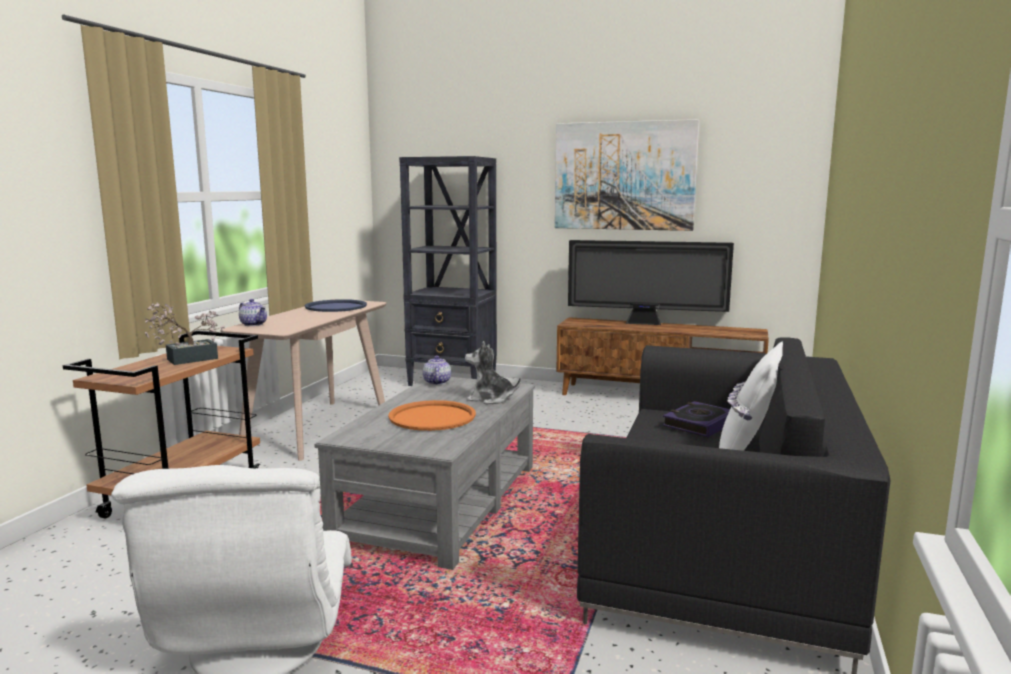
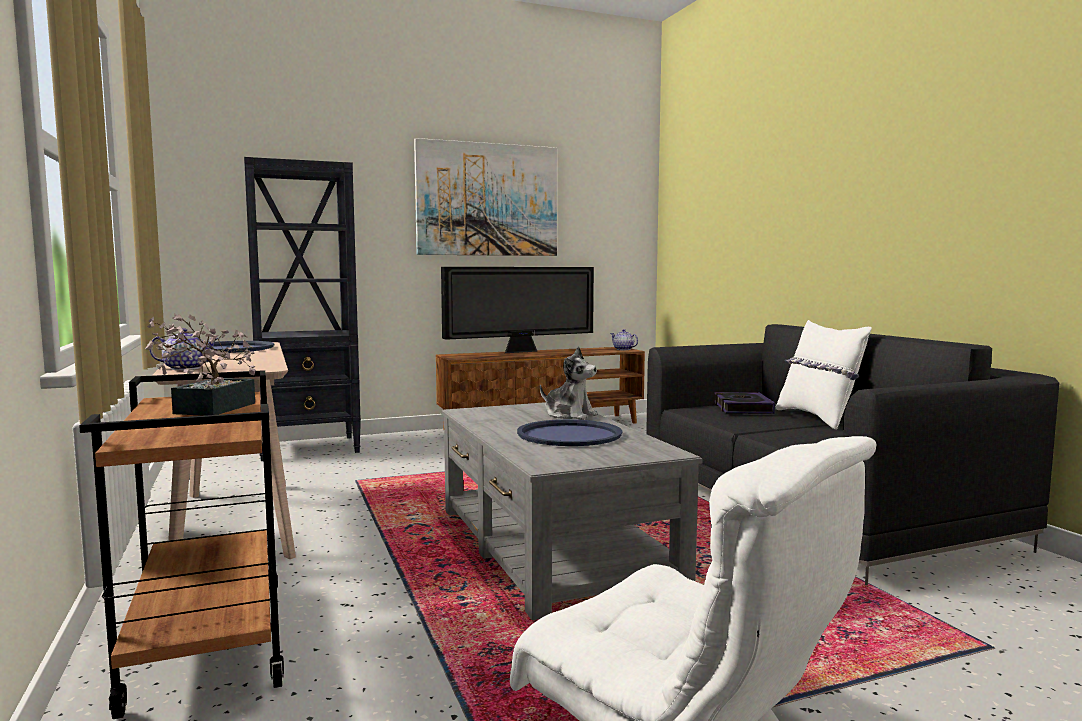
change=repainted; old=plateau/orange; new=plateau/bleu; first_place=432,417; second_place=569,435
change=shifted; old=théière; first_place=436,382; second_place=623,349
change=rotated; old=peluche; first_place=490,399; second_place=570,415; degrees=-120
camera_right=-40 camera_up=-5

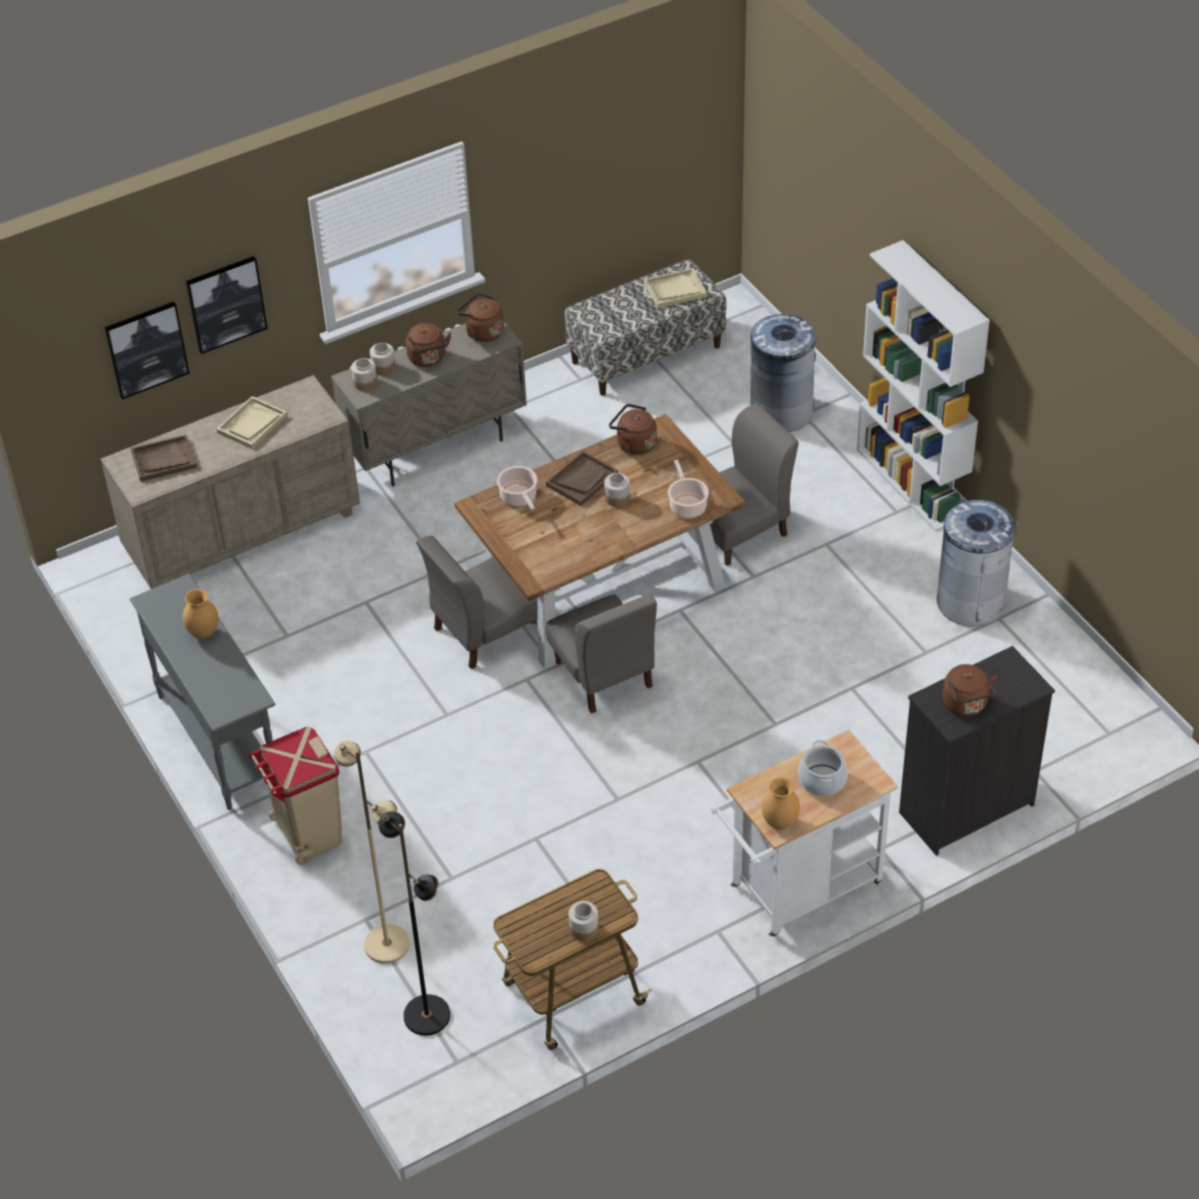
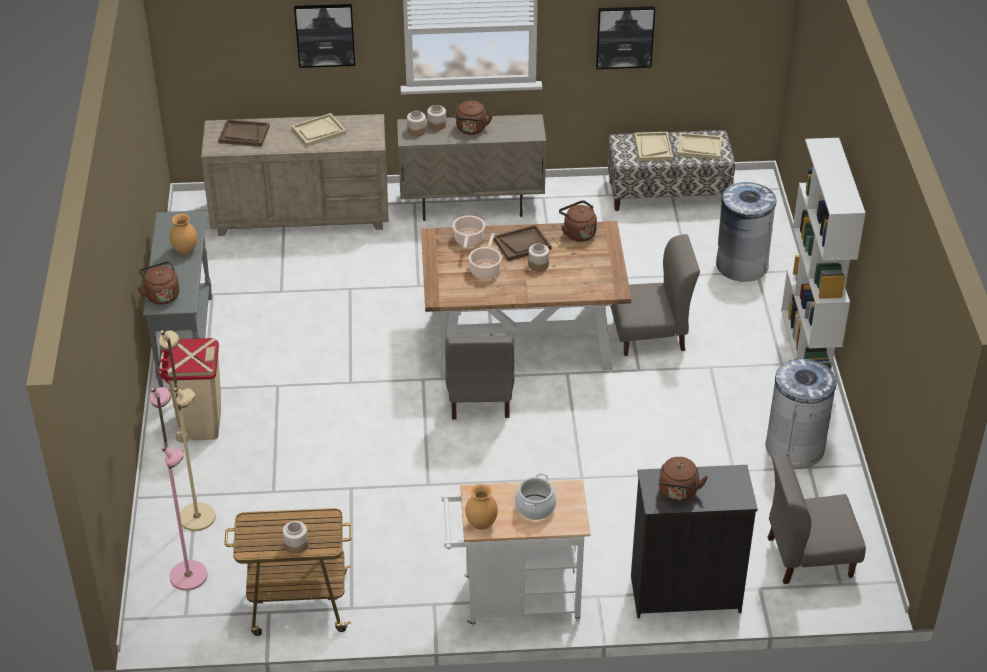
change=shifted; old=tableau; first_place=146,349; second_place=624,36
change=repainted; old=lampadaire/noir; new=lampadaire/rose; first_place=427,1015; second_place=189,575
change=shifted; old=chaise/gris; first_place=484,632; second_place=808,556
change=shifted; old=bouilloire/marron; first_place=482,332; second_place=161,295
change=shifted; old=marmite; first_place=687,505; second_place=485,269
change=new; new=plateau/beige; second_place=653,147
camera_right=25 camera_up=-5

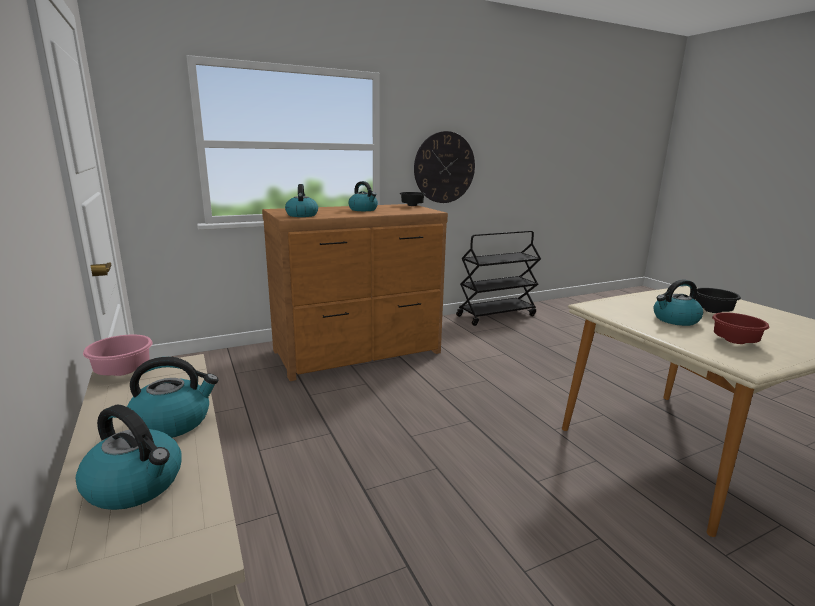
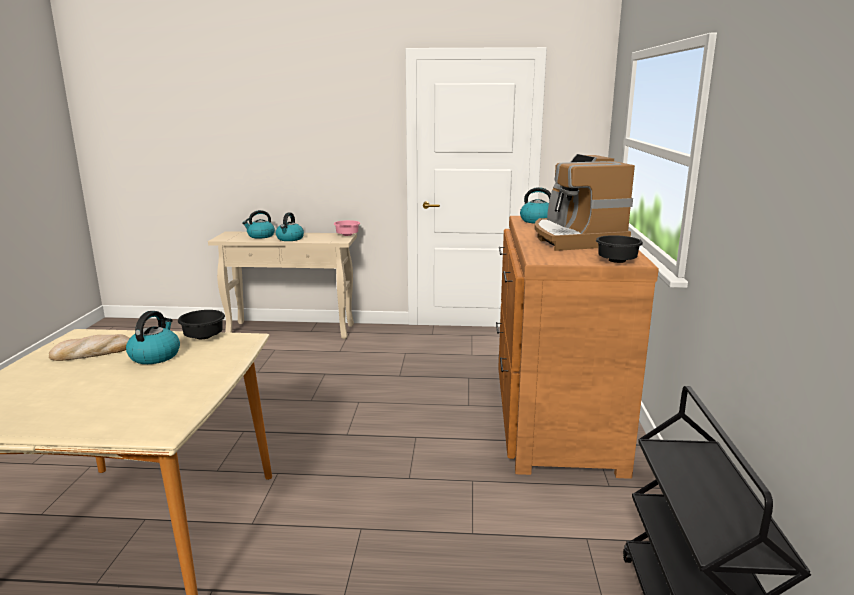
change=swapped; old=bouilloire; new=machine à café; first_place=363,210; second_place=575,239
change=gone; old=horloge murale; first_place=444,167
change=shifted; old=bol/noir; first_place=712,312; second_place=204,336
change=swapped; old=bol/rouge; new=pain; first_place=734,342; second_place=92,352
camera_right=120 camera_up=0

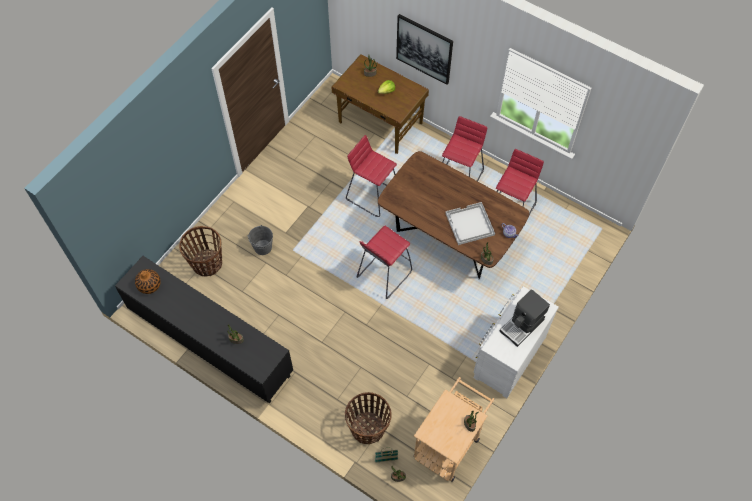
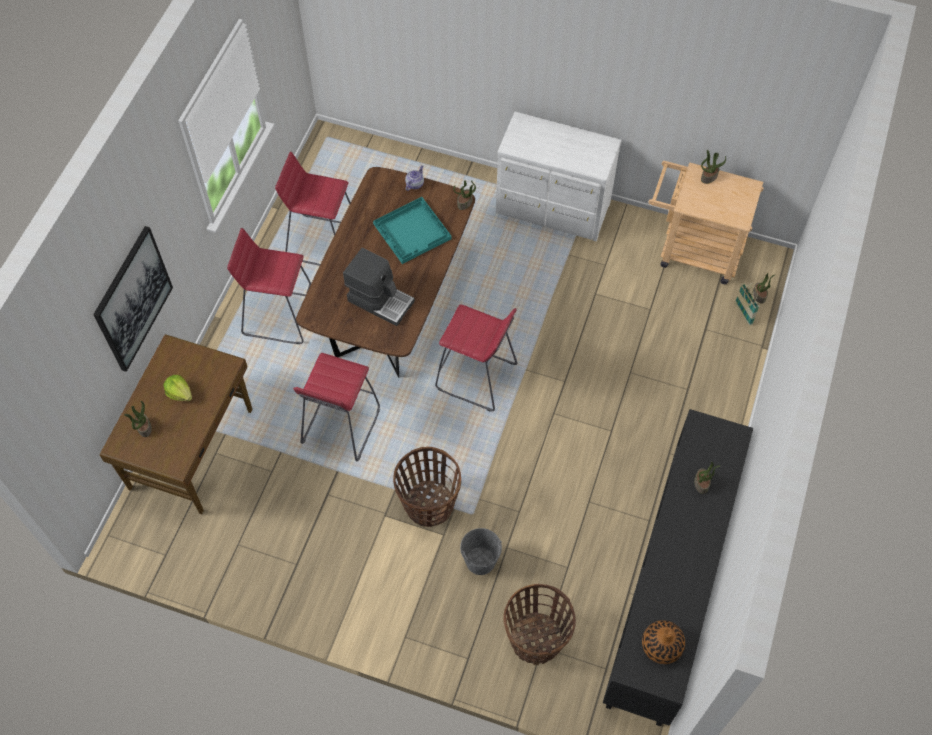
change=shifted; old=panier; first_place=368,428; second_place=428,504
change=repainted; old=plateau/blanc; new=plateau/turquoise; first_place=469,224; second_place=413,231
change=shifted; old=machine à café; first_place=522,325; second_place=380,300
camera_right=-105 camera_up=0

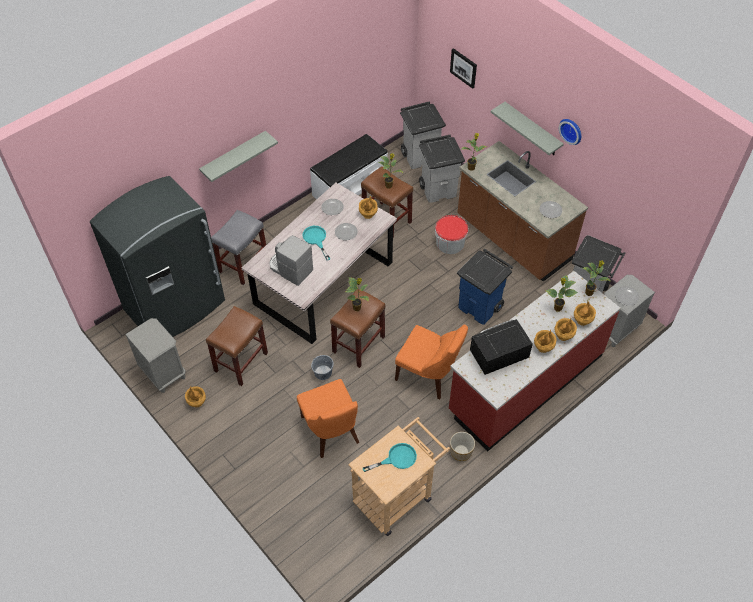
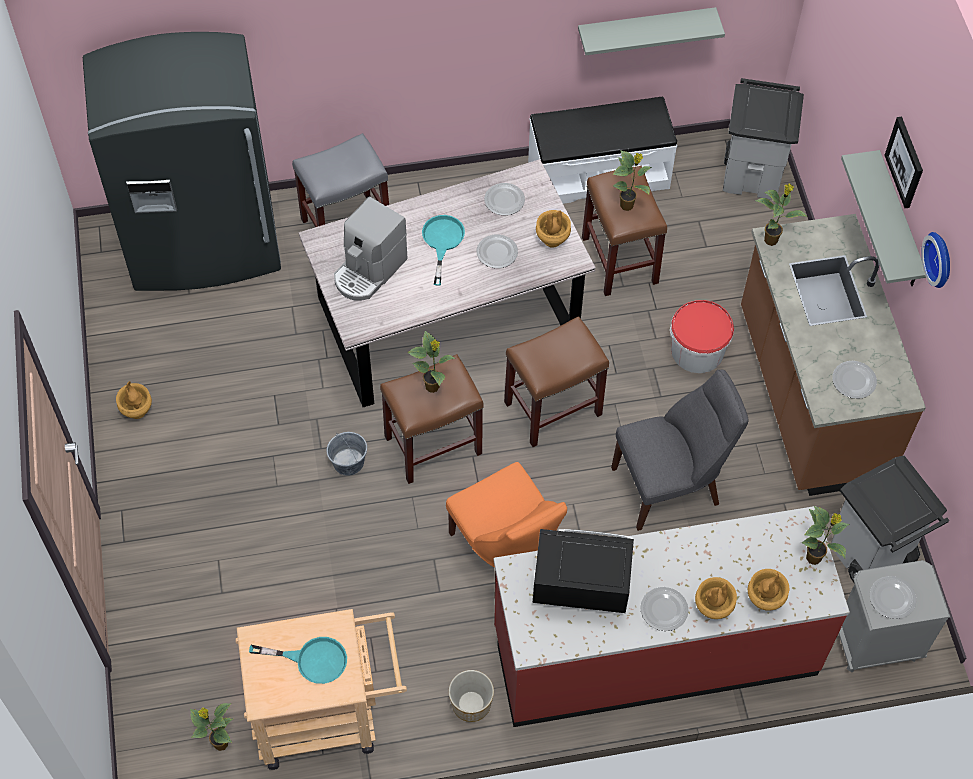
change=gone; old=table de chevet/gris; first_place=163,373
change=shifted; old=étagère/gris; first_place=234,157; second_place=645,29
change=shifted; old=tabouret/marron; first_place=241,362; second_place=552,409
change=rotated; old=machine à café; first_place=290,269; second_place=369,271; degrees=-120
change=gone; old=chaise/orange; first_place=331,432
change=gone; old=poubelle/gris; first_place=438,190
change=shifted; old=tableau; first_place=464,68; second_place=905,162
change=swapped; old=poubelle/bleu; new=chaise/gris; first_place=480,307; second_place=670,485
change=swapped; old=vase/marron; new=assiette; first_place=543,348; second_place=663,610
change=shifted; old=plante en pot; first_place=557,308; second_place=219,743
camera_right=30 camera_up=5

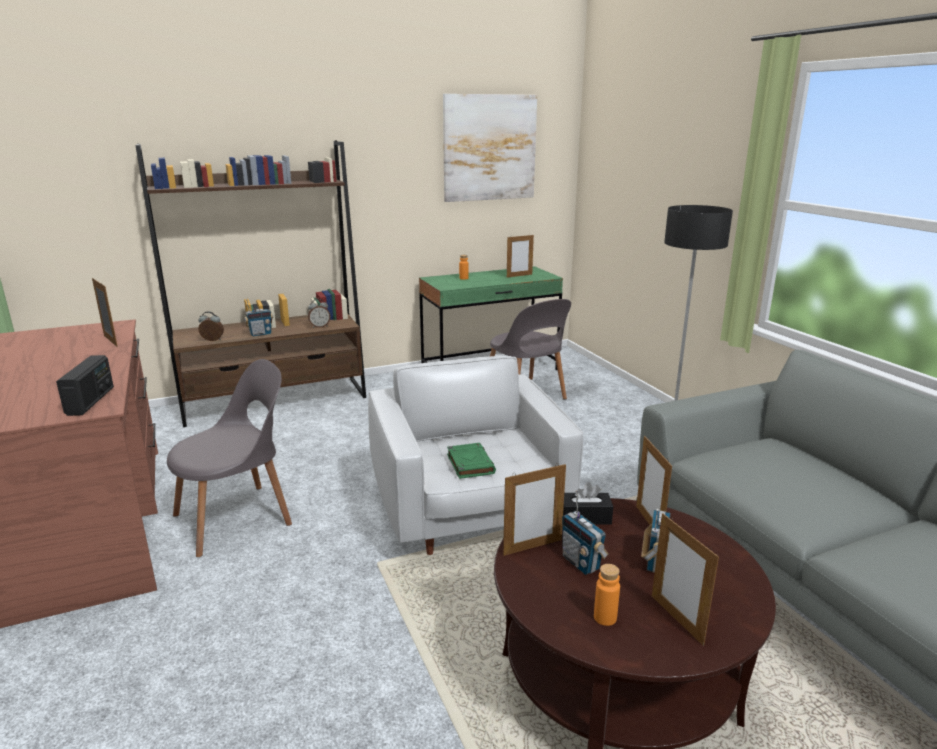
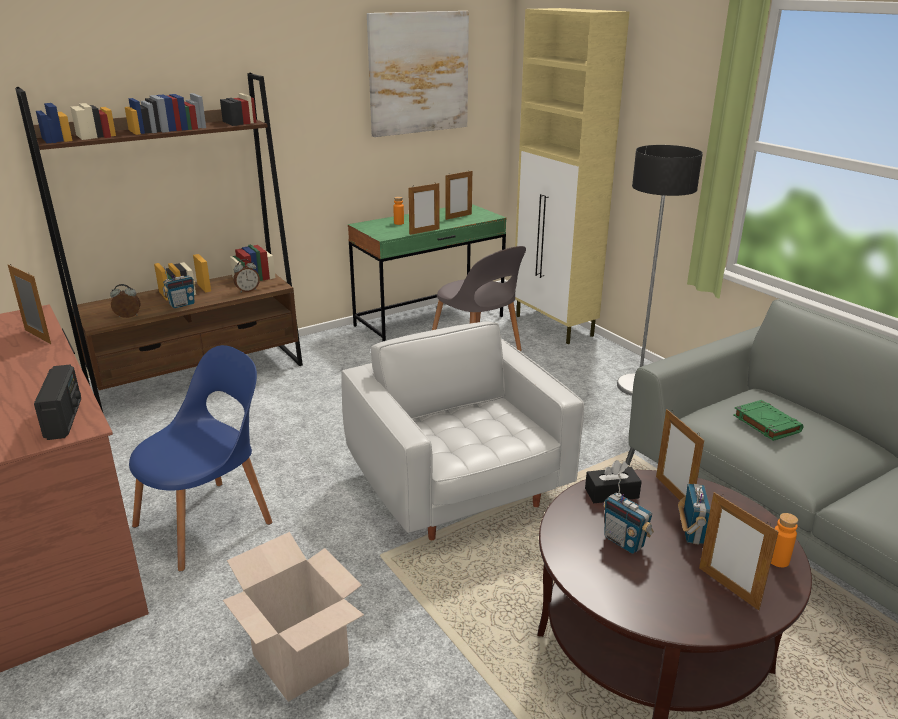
change=repainted; old=chaise/gris; new=chaise/bleu; first_place=238,518; second_place=208,521
change=shifted; old=livre/vert; first_place=470,464; second_place=765,423
change=shifted; old=cadre photo; first_place=532,547; second_place=424,231
change=shifted; old=bouteille/orange; first_place=605,617; second_place=778,560
change=new; new=carton; second_place=300,660
change=new; new=meuble de rangement/beige; second_place=554,326
camera_right=-10 camera_up=5

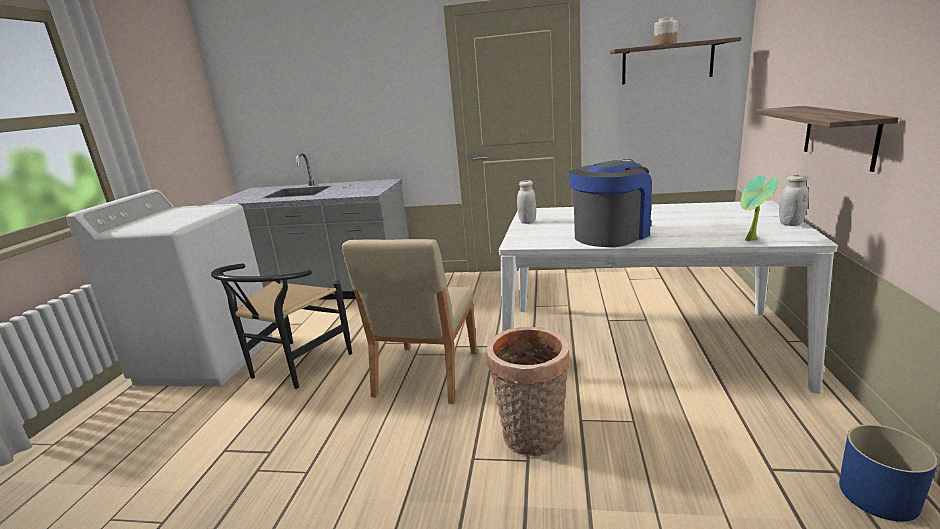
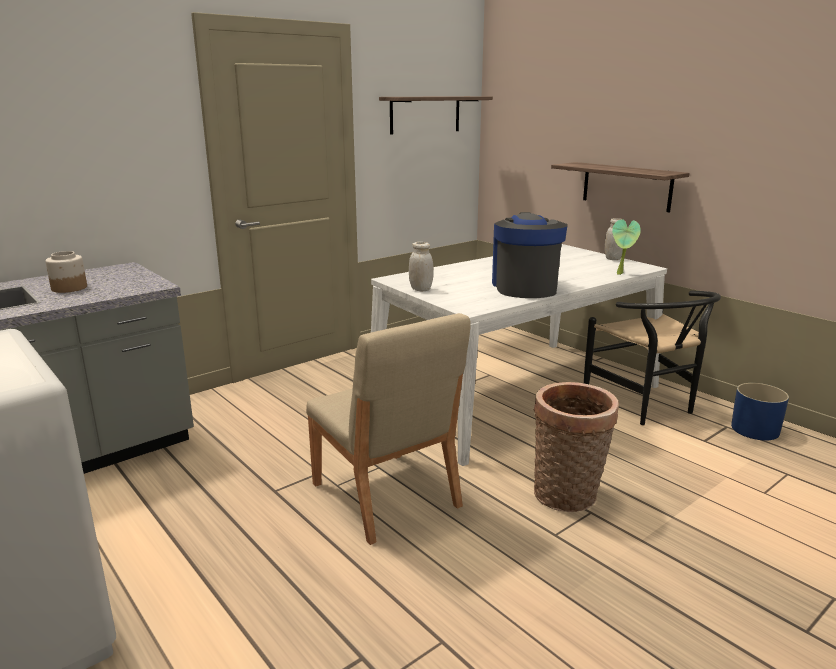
change=shifted; old=chaise/noir; first_place=293,368; second_place=646,406
change=shifted; old=bocal; first_place=664,44; second_place=69,288
camera_right=-50 camera_up=0

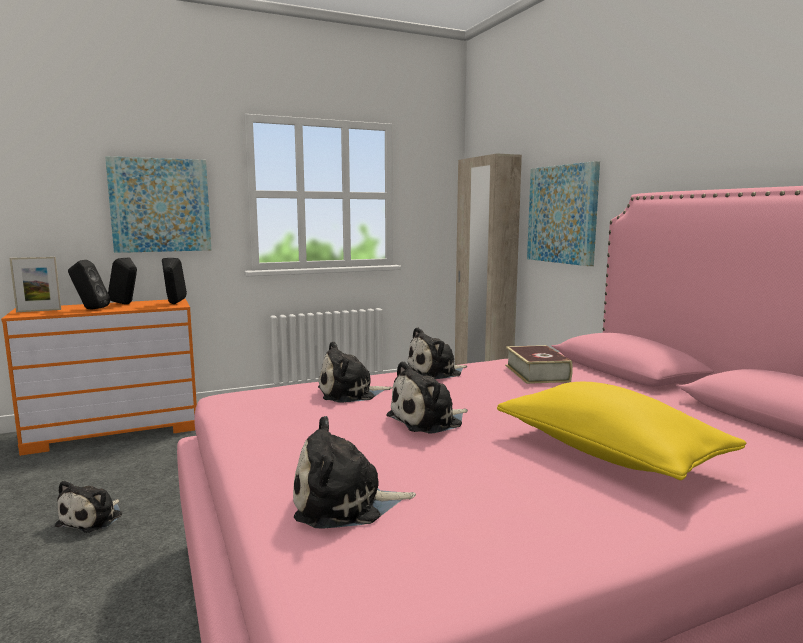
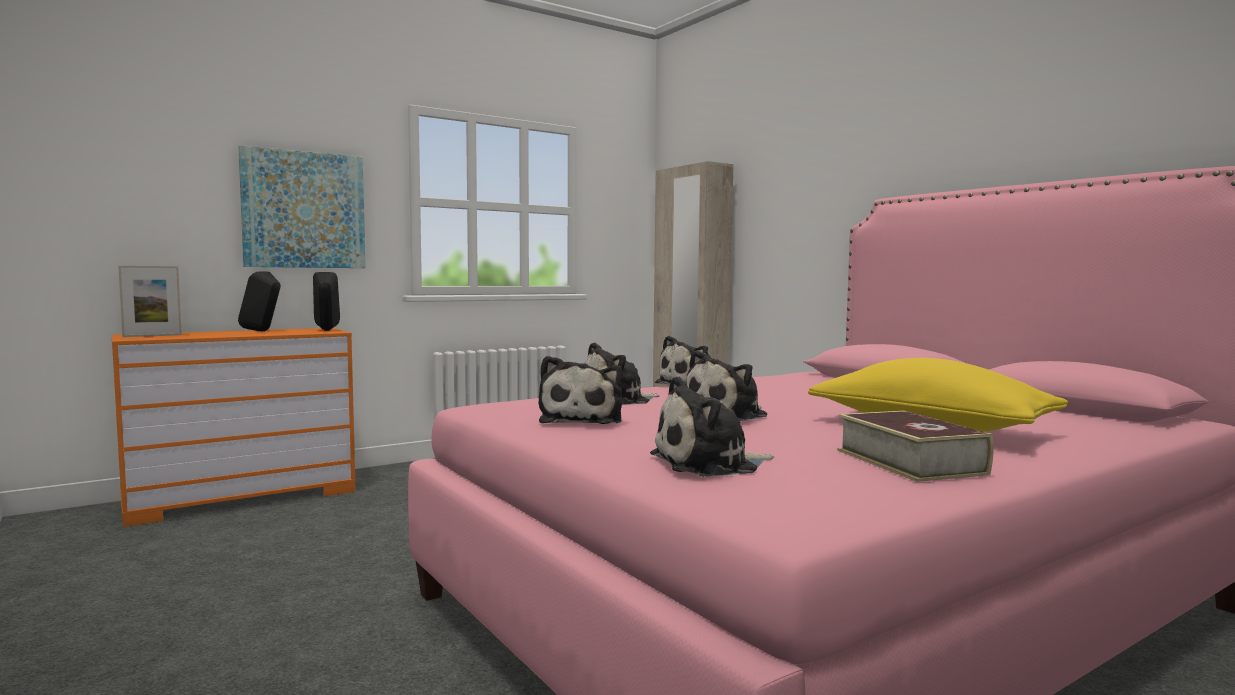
change=shifted; old=peluche; first_place=93,519; second_place=582,419
change=gone; old=enceinte/noir; first_place=90,309
change=shifted; old=livre; first_place=536,373; second_place=909,462
change=gone; old=tableau; first_place=562,214
camera_right=-10 camera_up=-5

